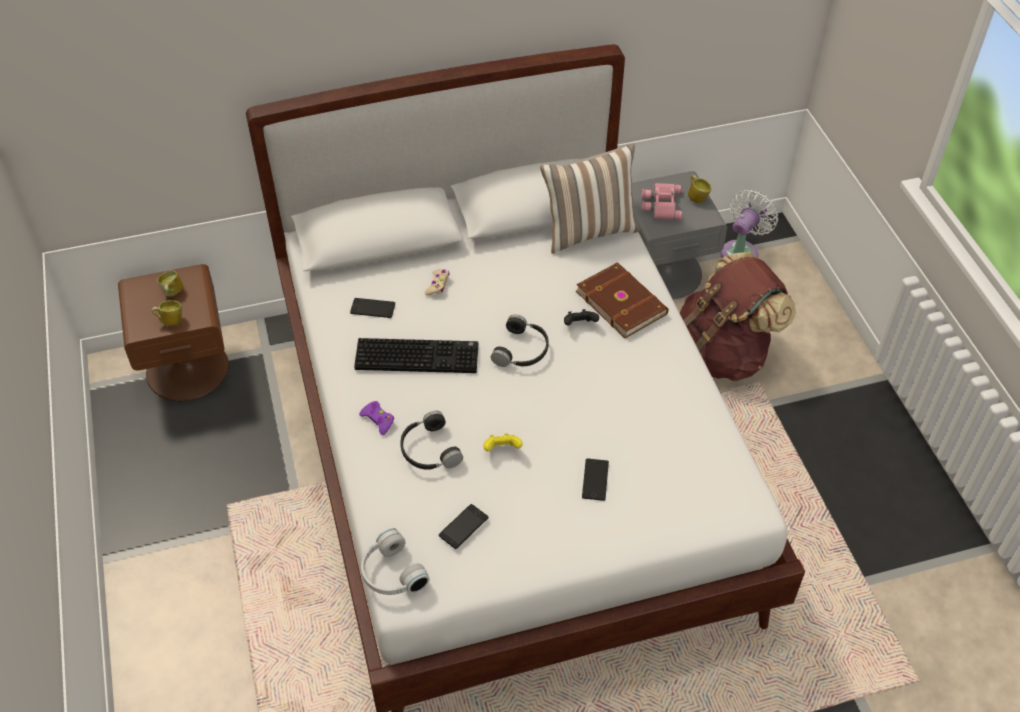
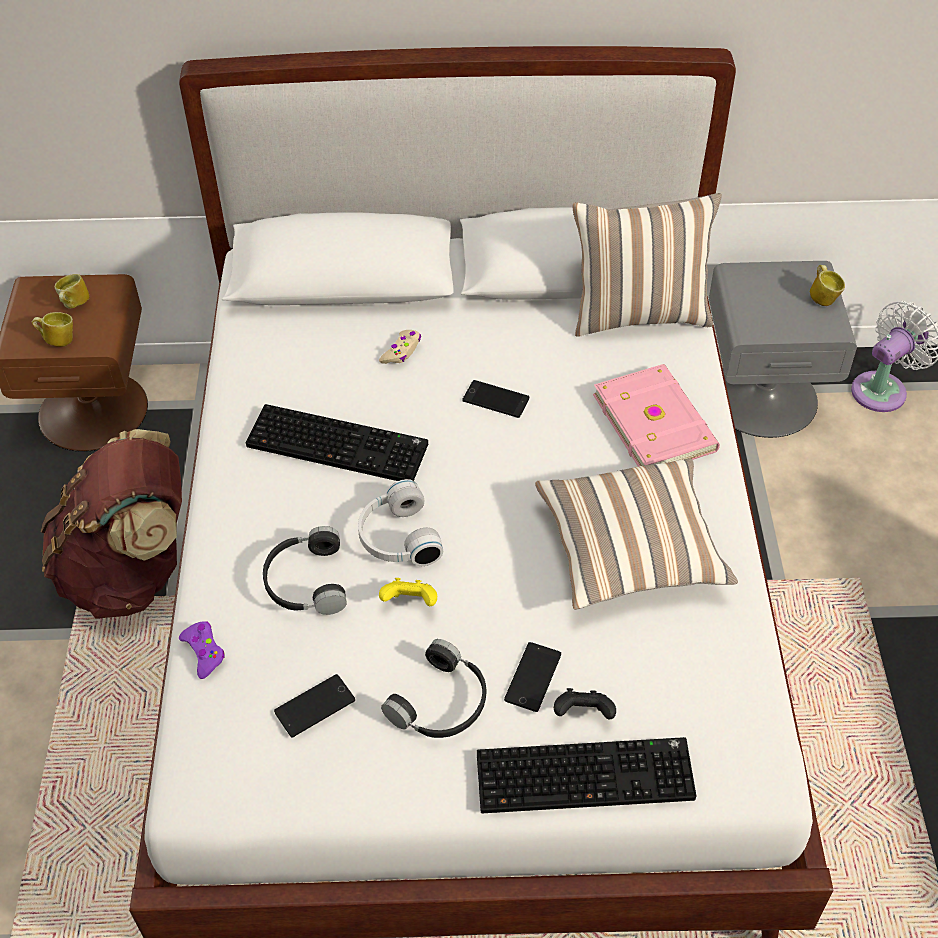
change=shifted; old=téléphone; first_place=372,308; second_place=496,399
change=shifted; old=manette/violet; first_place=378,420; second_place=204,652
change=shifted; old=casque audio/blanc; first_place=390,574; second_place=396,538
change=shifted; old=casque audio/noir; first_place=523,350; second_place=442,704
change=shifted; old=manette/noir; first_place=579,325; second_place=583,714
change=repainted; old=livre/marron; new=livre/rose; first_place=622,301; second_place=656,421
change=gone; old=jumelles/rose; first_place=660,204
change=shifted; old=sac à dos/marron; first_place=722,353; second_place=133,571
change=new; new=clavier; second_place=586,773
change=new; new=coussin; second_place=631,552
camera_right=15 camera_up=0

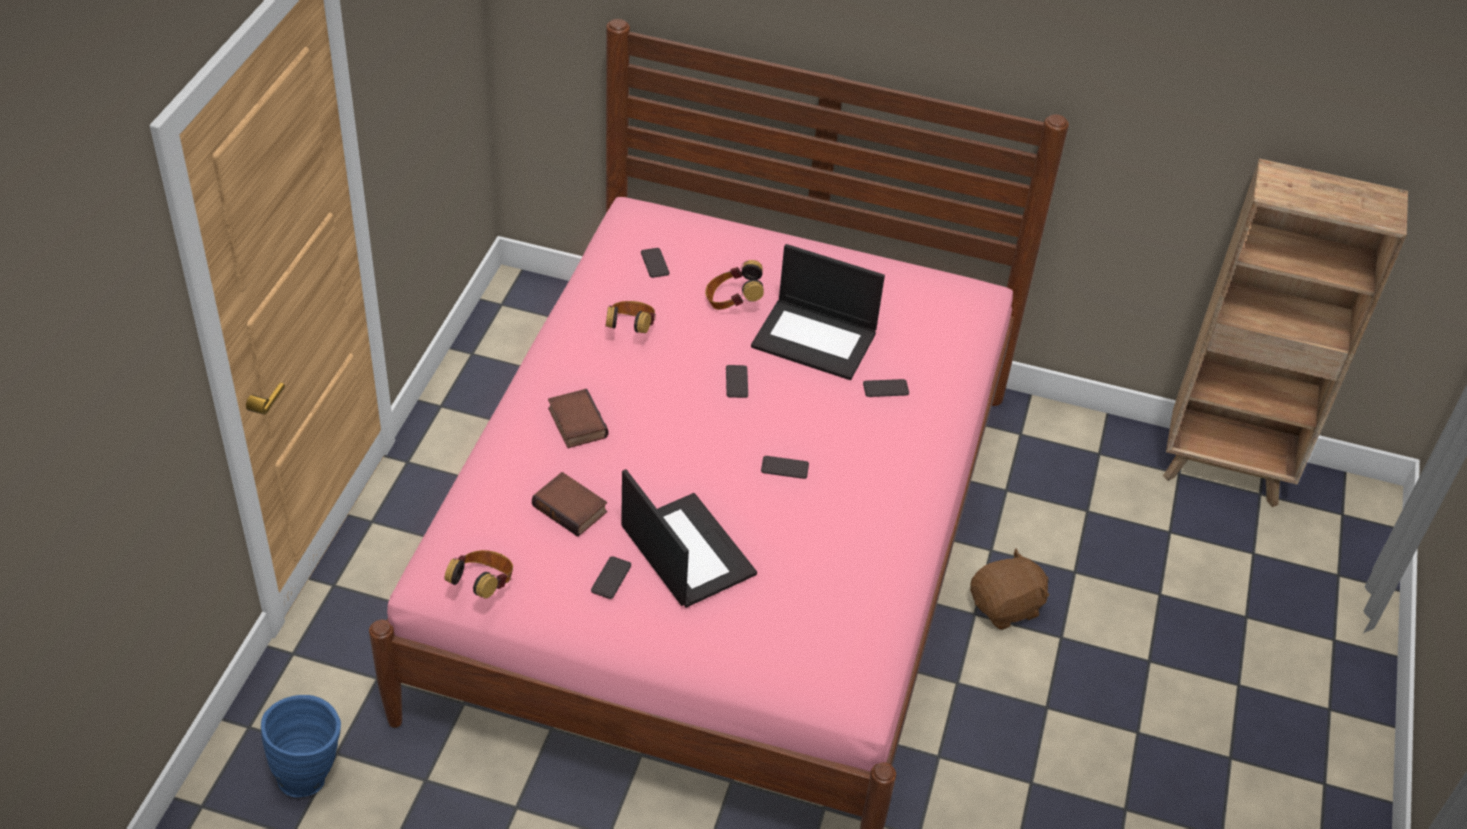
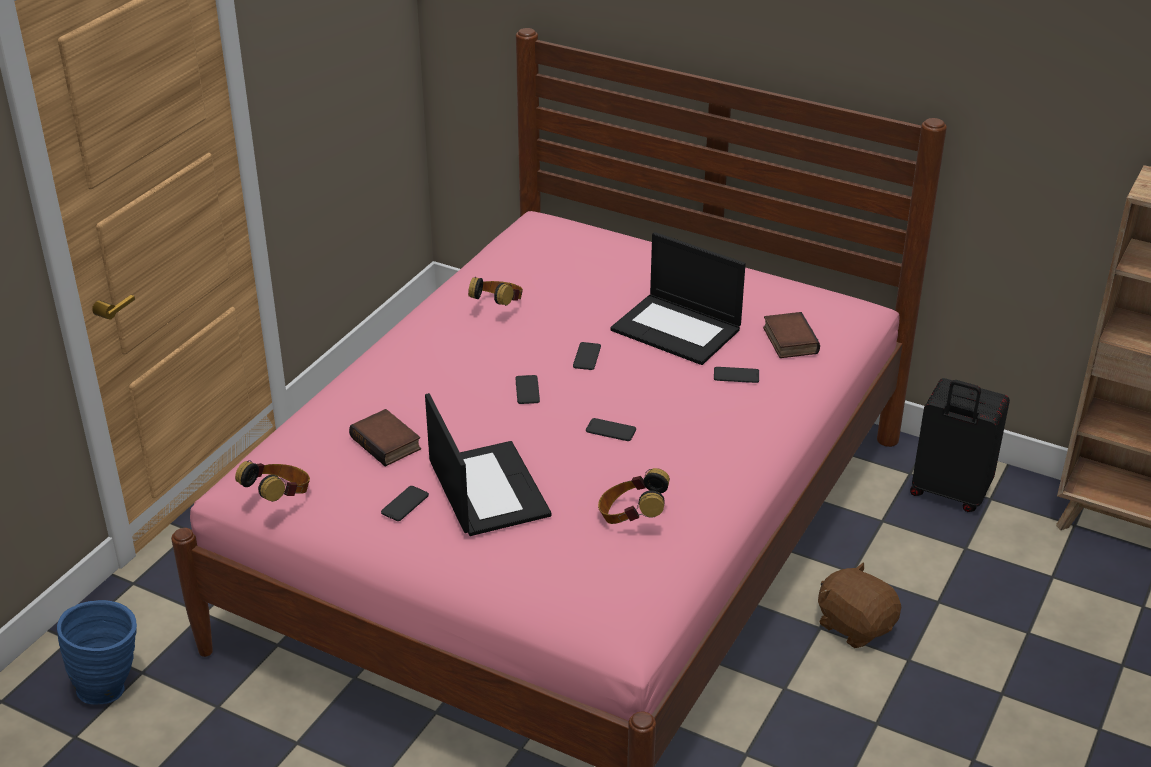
change=shifted; old=livre; first_place=575,423; second_place=788,340
change=shifted; old=téléphone; first_place=655,263; second_place=527,390
change=shifted; old=casque audio; first_place=732,302; second_place=631,517
change=rotated; old=peluche/marron; first_place=1006,607; second_place=855,625; degrees=-120
change=new; new=valise/noir; second_place=948,493
camera_right=15 camera_up=-10

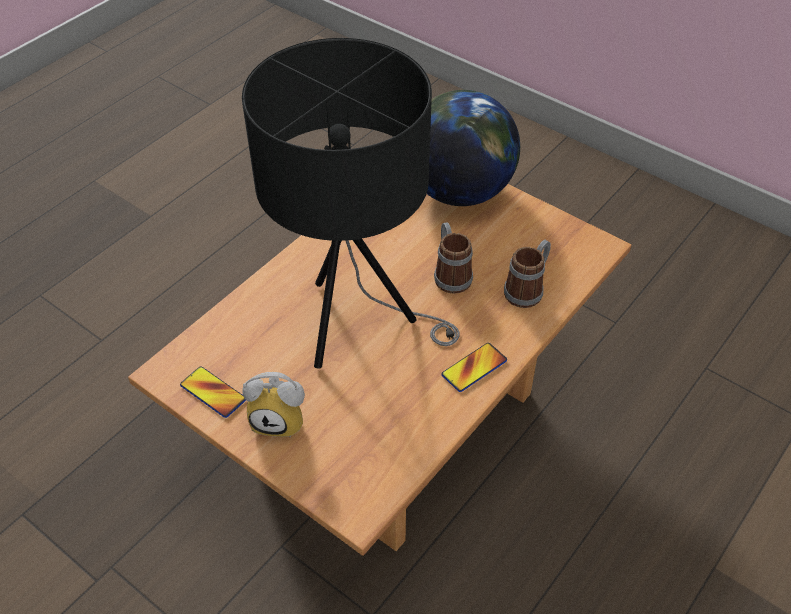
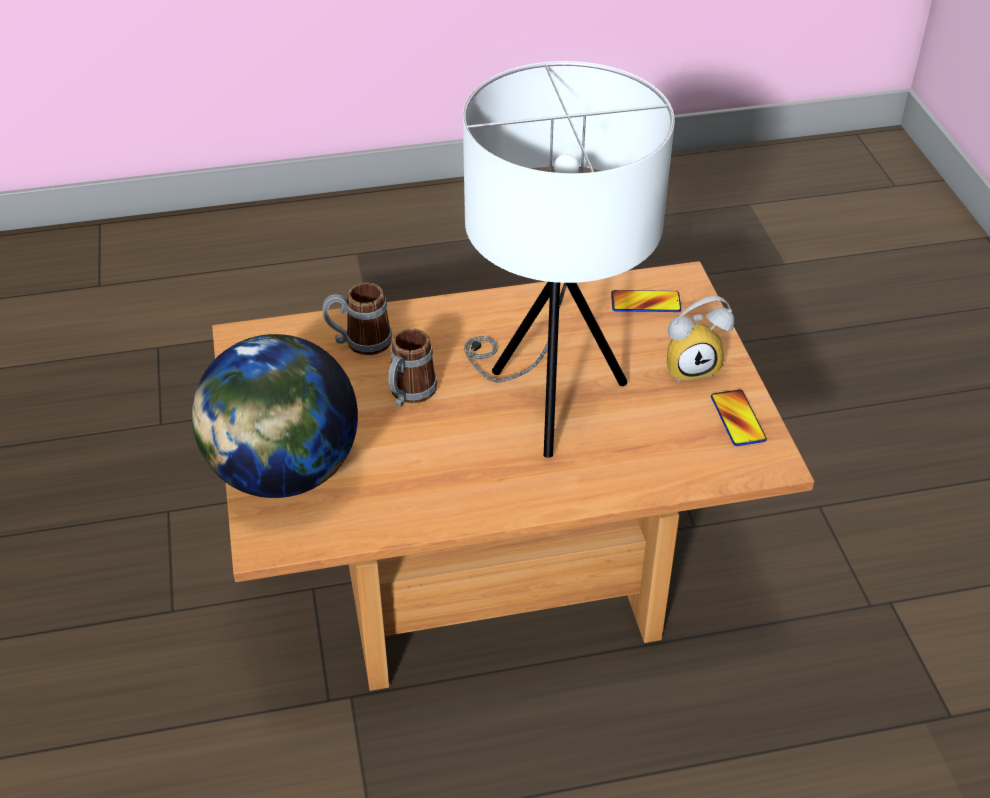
change=repainted; old=lampe de table/noir; new=lampe de table/blanc; first_place=357,325; second_place=549,400
change=rotated; old=réveil; first_place=280,420; second_place=692,366; degrees=120
change=shifted; old=téléphone; first_place=474,368; second_place=645,303
camera_right=-140 camera_up=-5

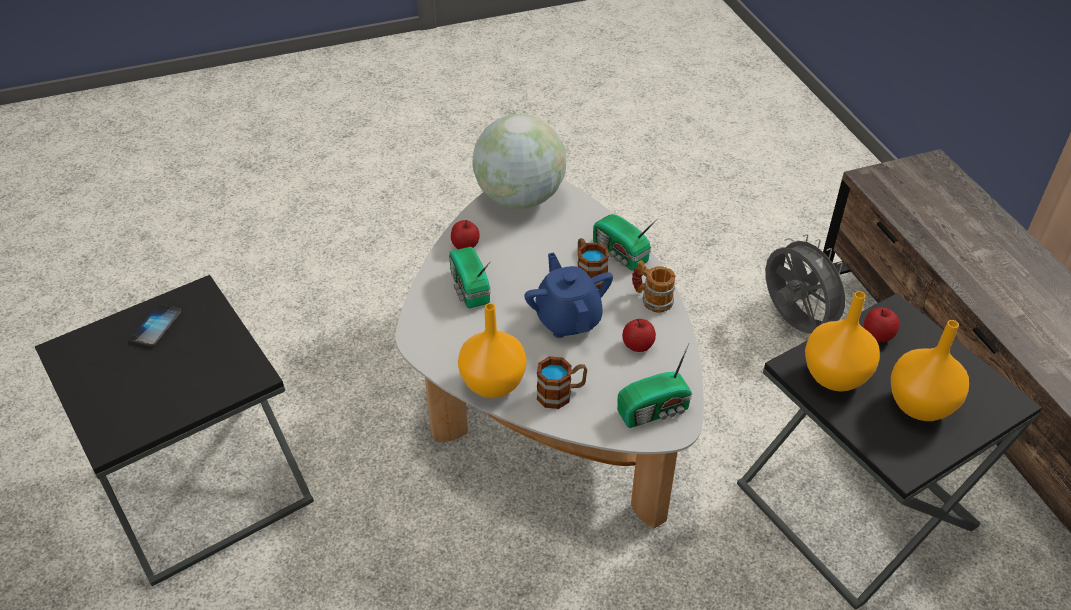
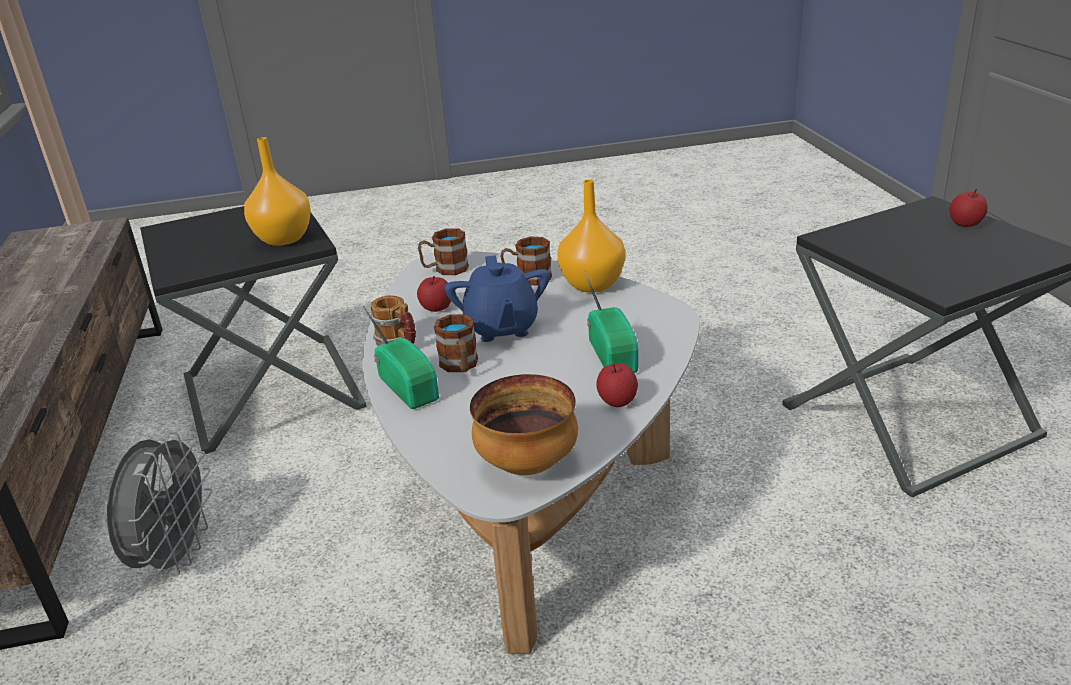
change=gone; old=téléphone; first_place=156,326
change=swapped; old=globe; new=bol; first_place=520,198; second_place=526,464
change=swapped; old=radio; new=mug; first_place=655,411; second_place=445,269
change=rotated; old=ventilateur/gris; first_place=794,323; second_place=176,556; degrees=-150
change=shifted; old=pomme; first_place=877,335; second_place=965,224
change=gone; old=vase/orange; first_place=920,406
camera_right=-170 camera_up=-15

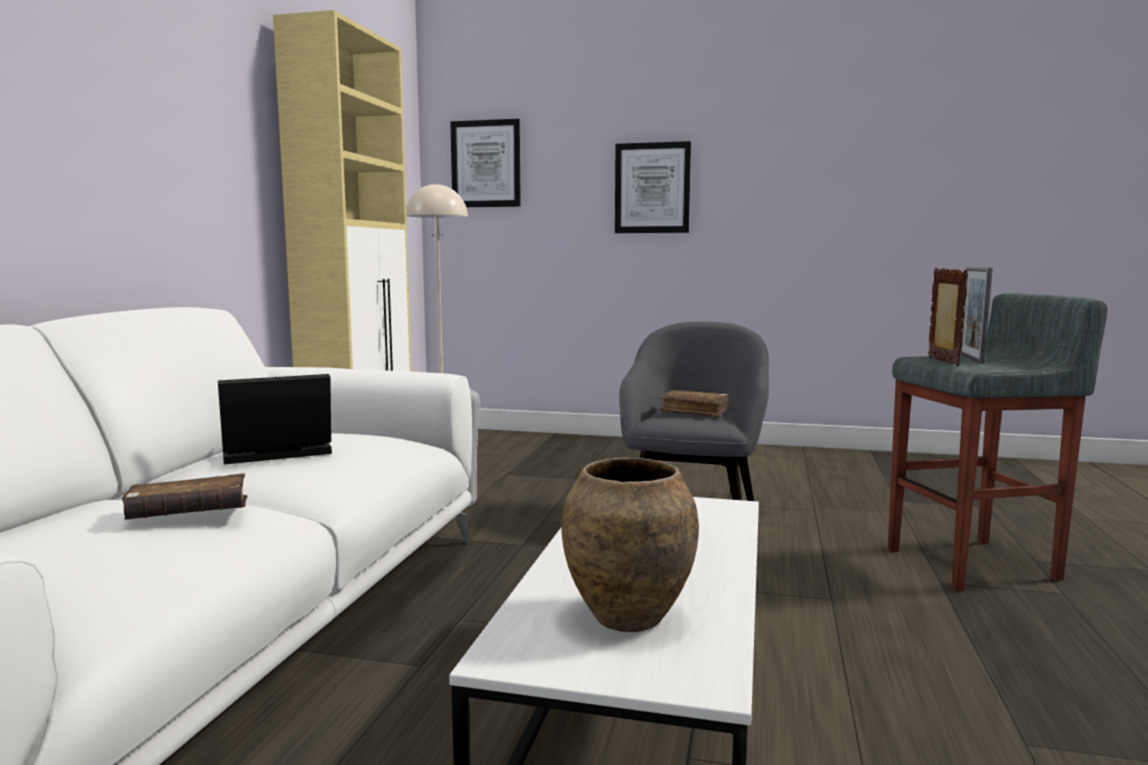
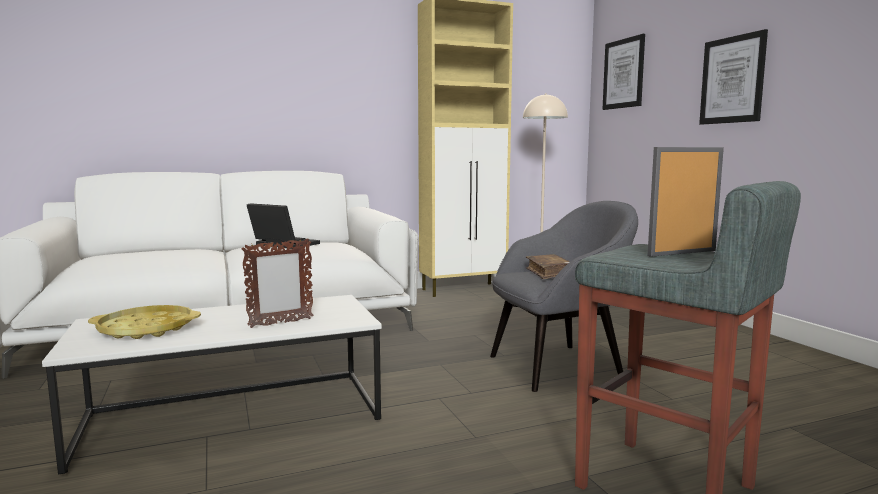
change=gone; old=livre/marron; first_place=189,513
change=swapped; old=vase/marron; new=plateau/jaune; first_place=626,618; second_place=146,329
change=shifted; old=cadre photo; first_place=942,362; second_place=280,323
camera_right=55 camera_up=0

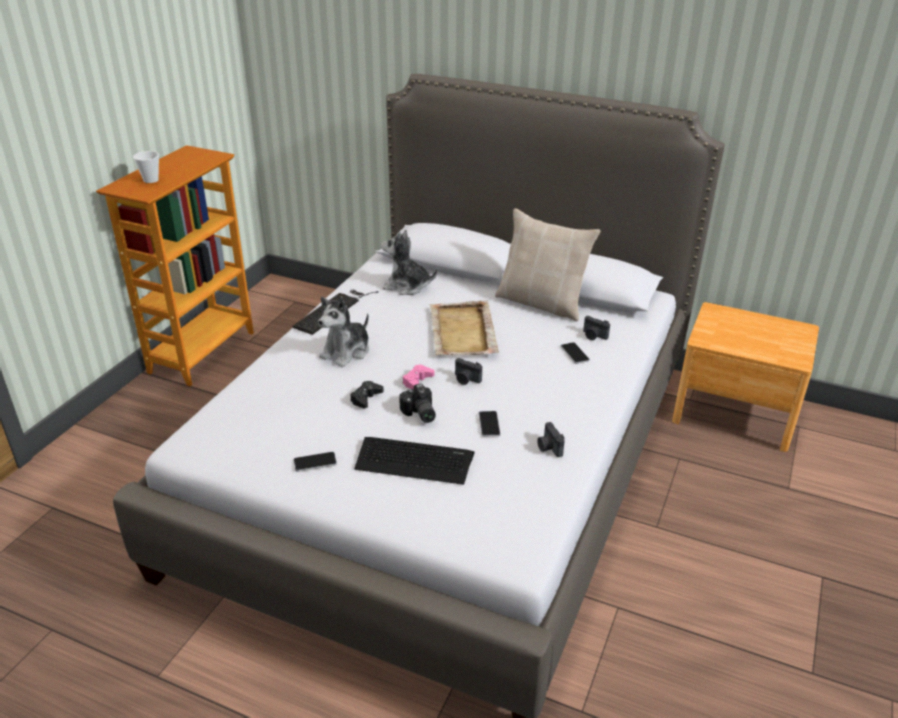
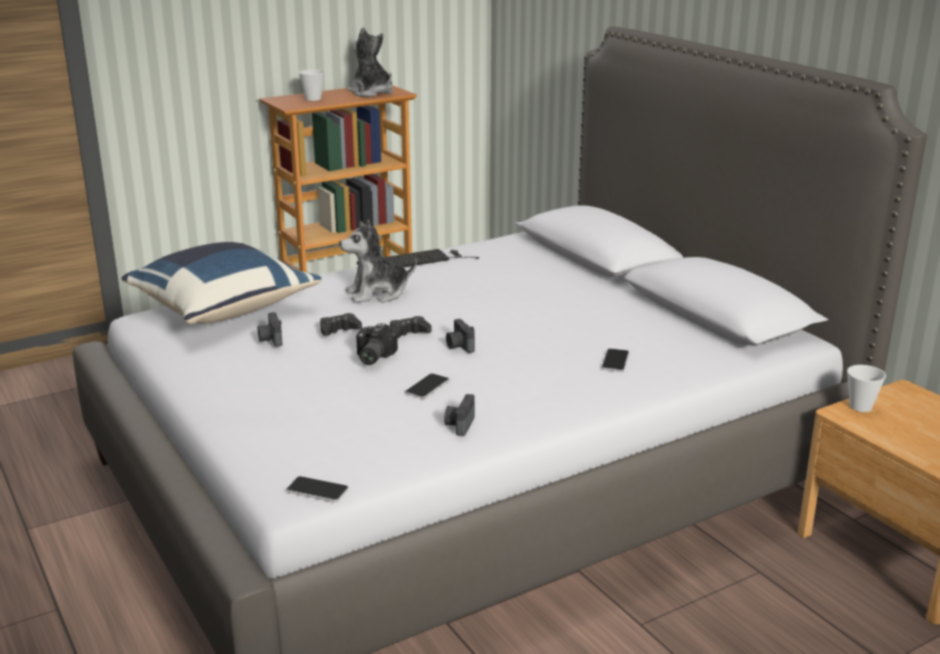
change=shifted; old=téléphone; first_place=315,462; second_place=317,490
change=gone; old=clavier; first_place=414,461
change=shifted; old=peluche; first_place=407,286; second_place=371,93
change=repainted; old=manette/rose; new=manette/noir; first_place=417,381; second_place=408,333
change=gone; old=plateau/beige; first_place=462,332
change=gone; old=coussin/beige; first_place=542,302
change=shifted; old=appareil photo; first_place=593,336; second_place=270,339
change=new; new=coussin/bleu; second_place=222,308
change=new; new=tasse; second_place=860,406
camera_right=35 camera_up=-10

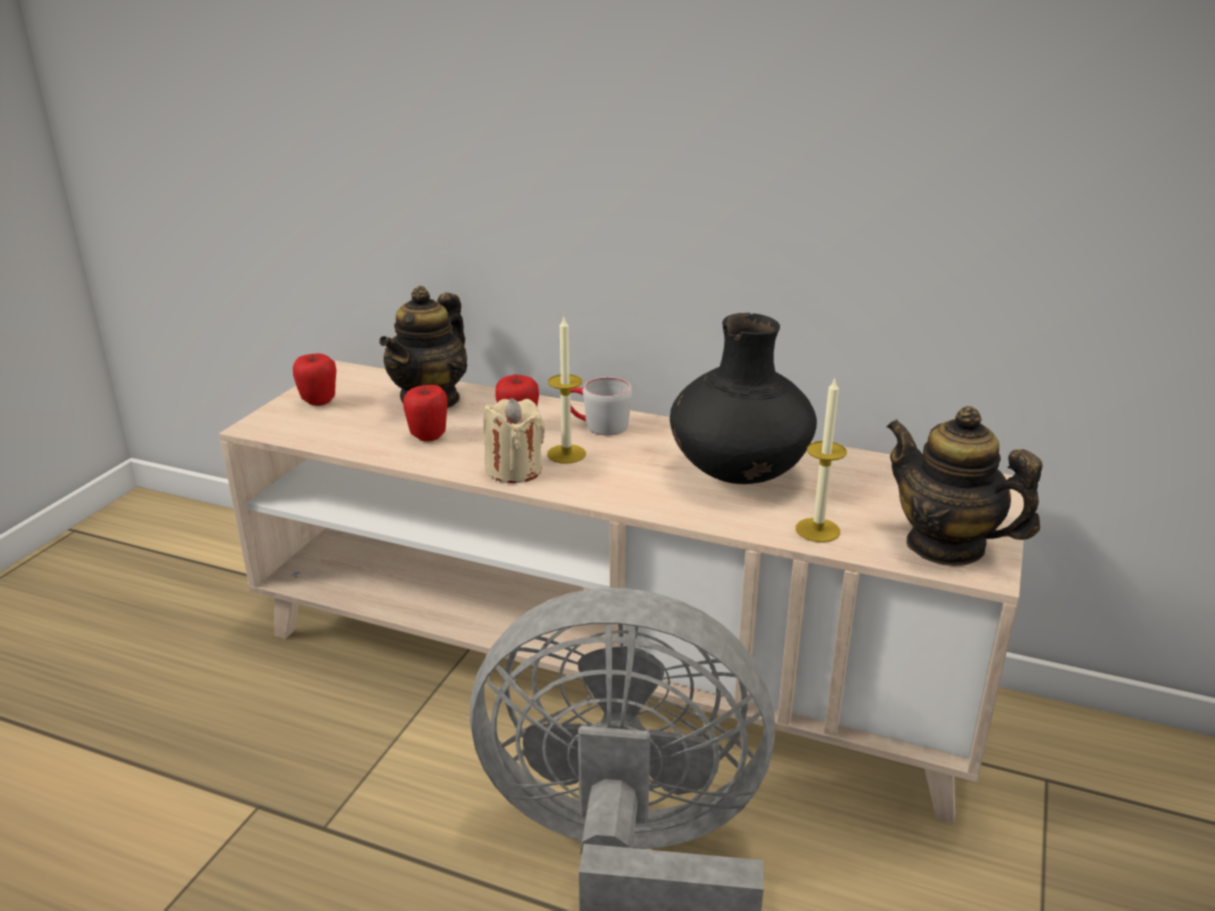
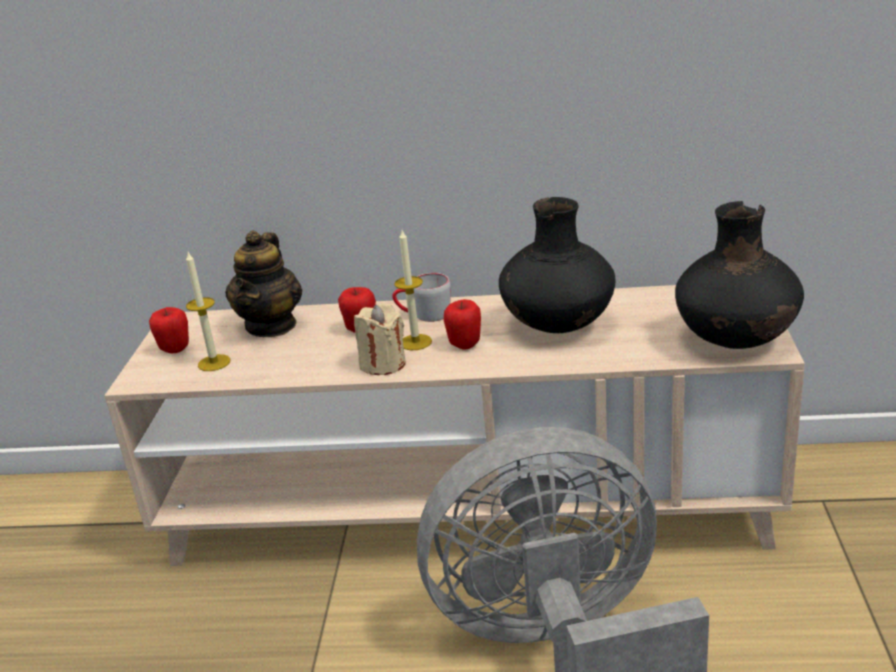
change=shifted; old=pomme; first_place=428,436; second_place=465,345
change=shifted; old=bougie; first_place=817,530; second_place=214,363
change=swapped; old=théière; new=vase/noir; first_place=946,545; second_place=736,340
camera_right=-15 camera_up=0

